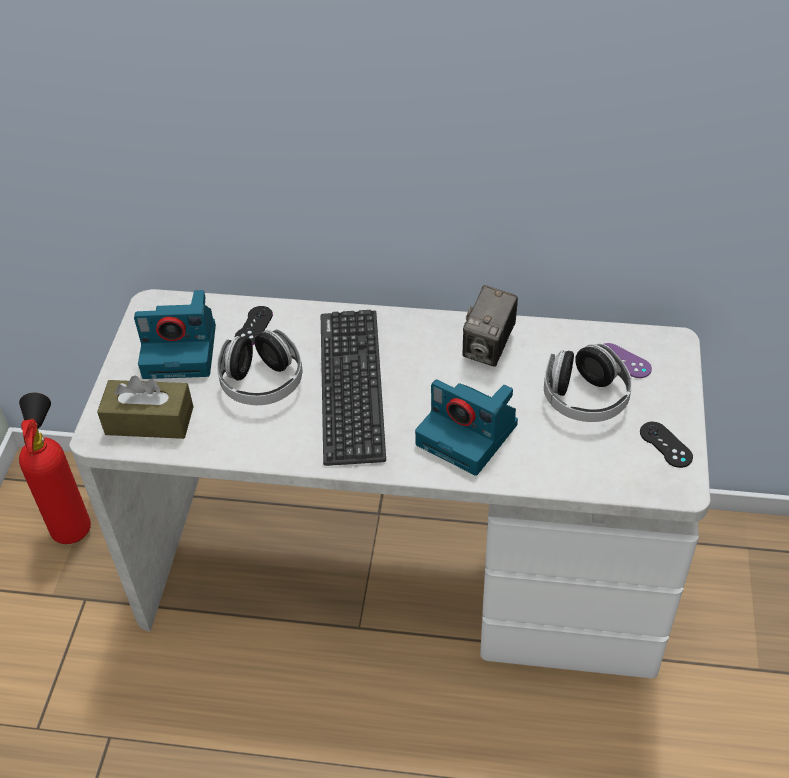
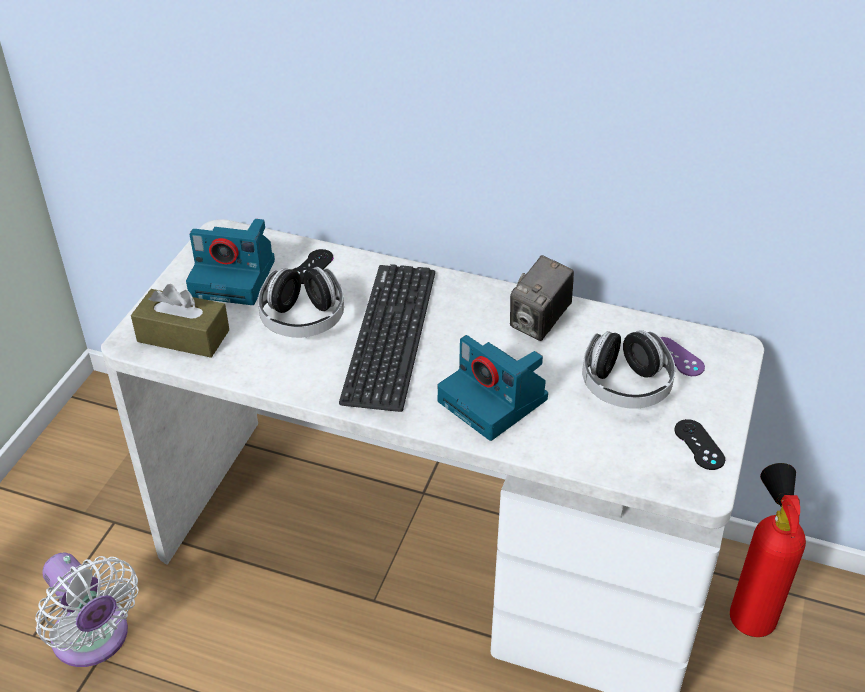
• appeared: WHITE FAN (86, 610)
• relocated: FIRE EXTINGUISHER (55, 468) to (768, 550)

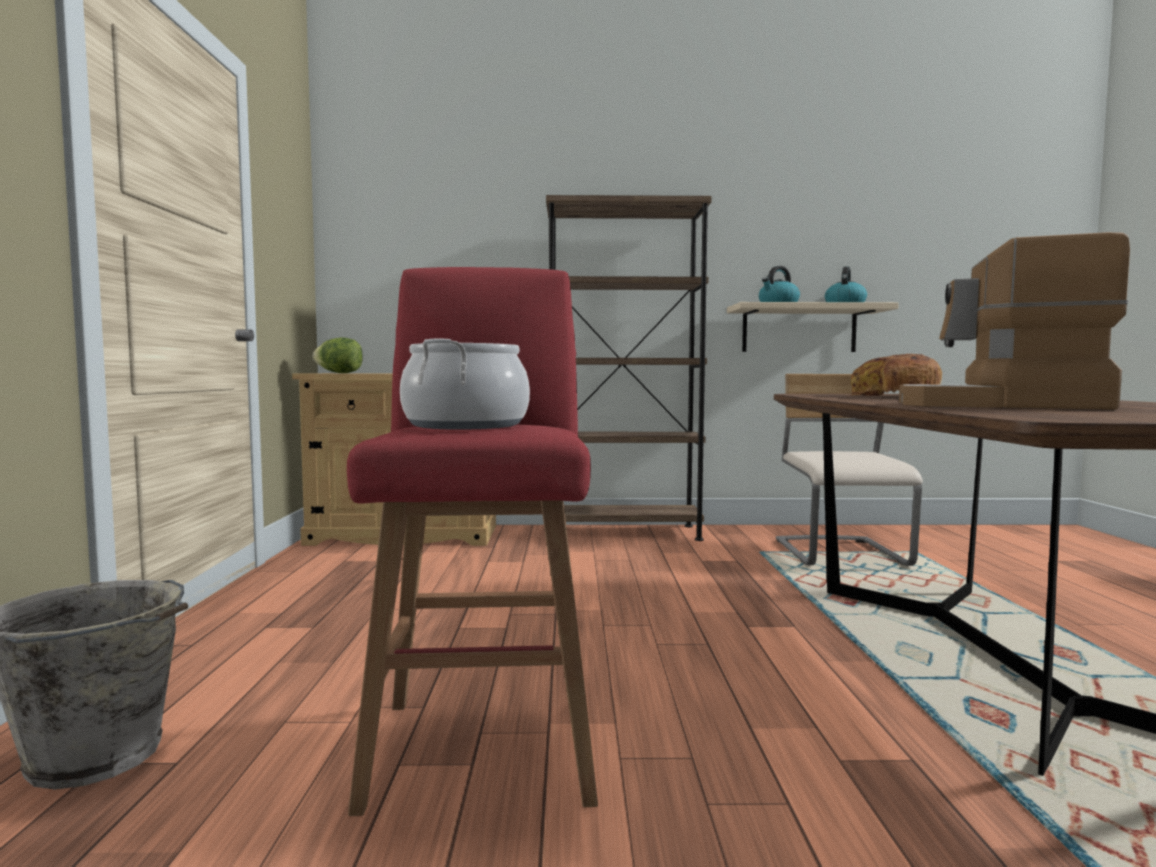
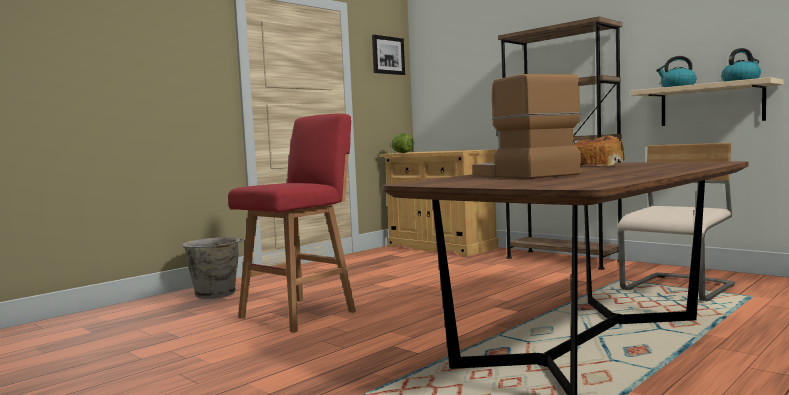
• missing: COOKING POT (465, 384)
• appeared: PICTURE (388, 55)

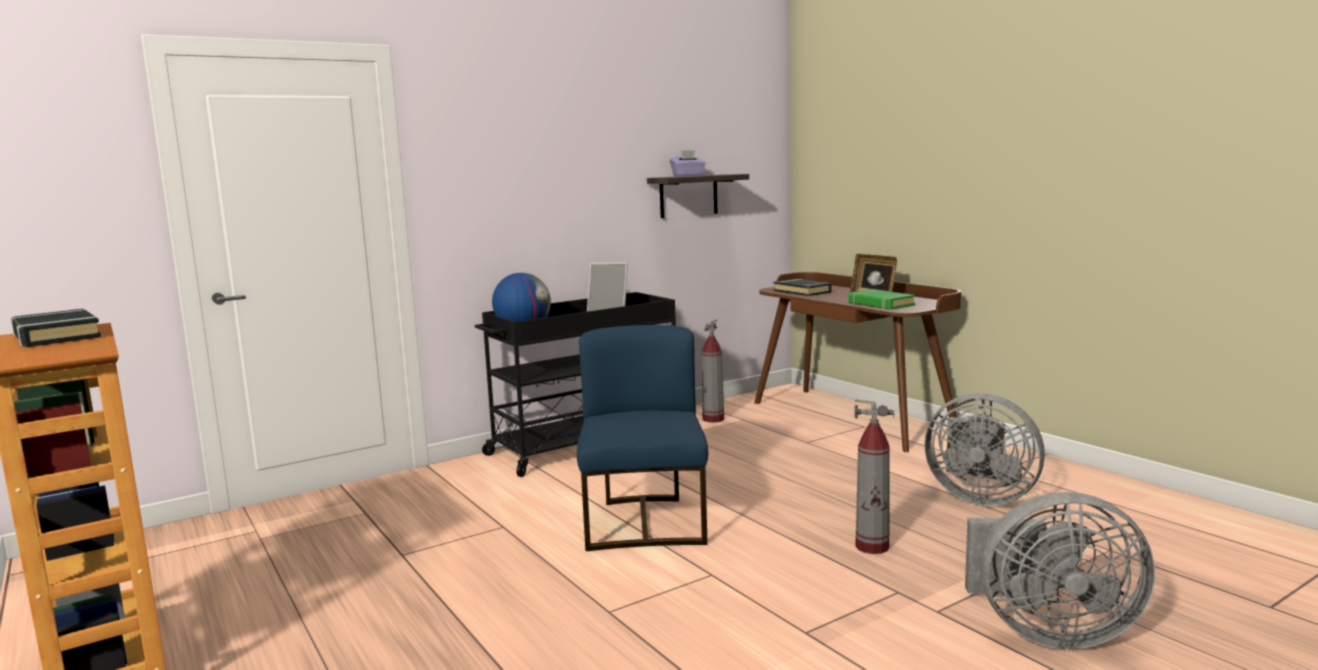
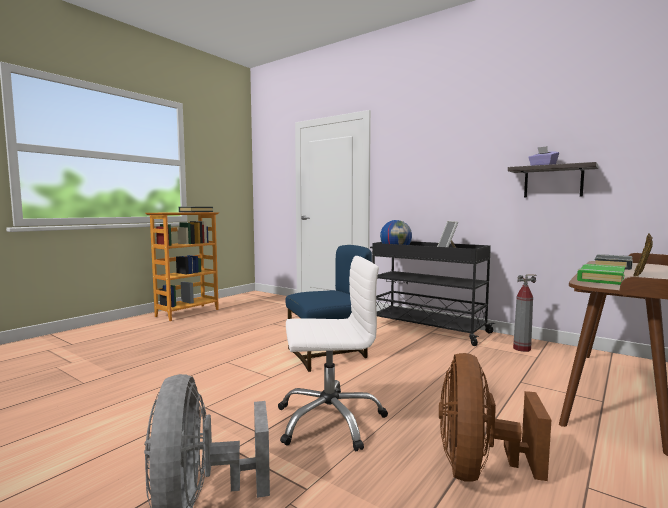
• exchanged: FIRE EXTINGUISHER (875, 476) to WHITE OFFICE CHAIR (333, 353)
• colour: GREY FAN (984, 449) to BROWN FAN (495, 417)

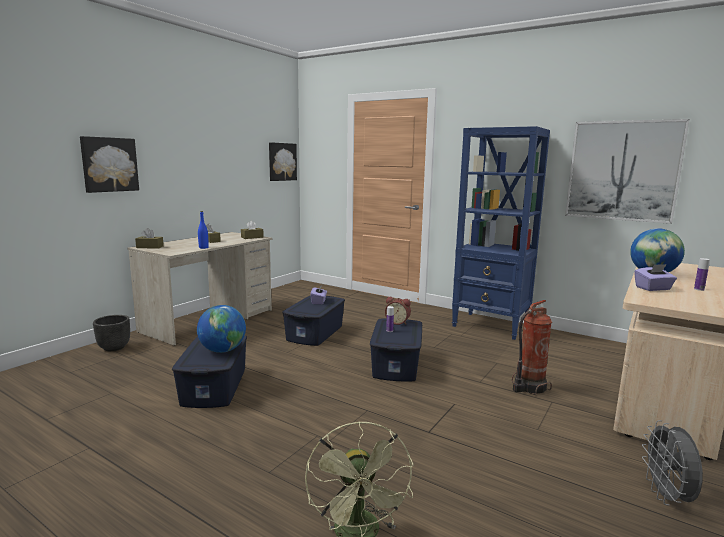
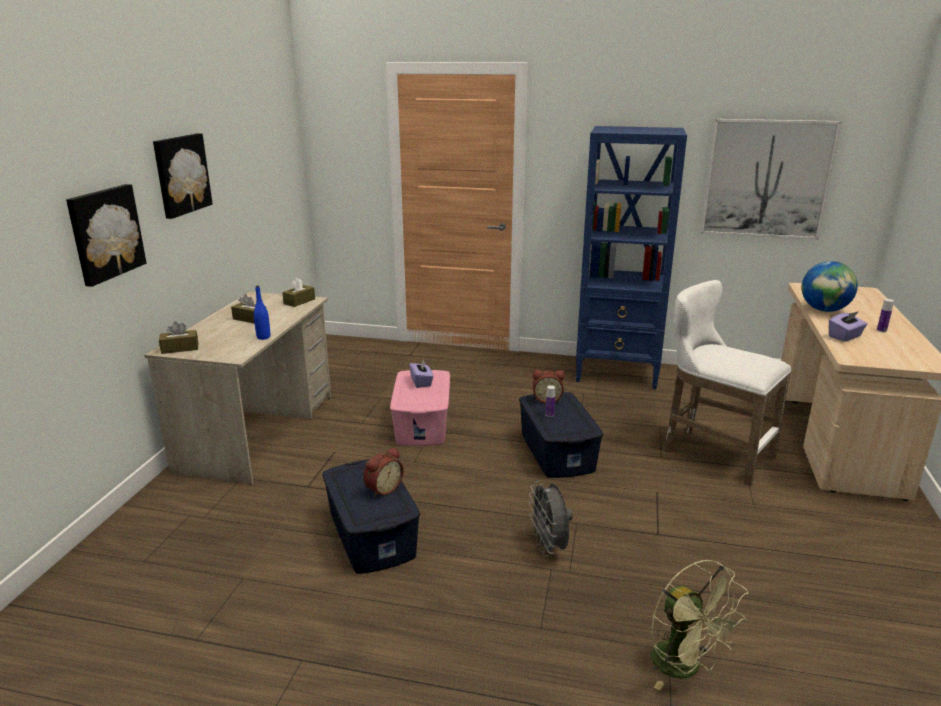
• missing: BLACK PLANTER (111, 333)
• relocated: PICTURE (283, 161) to (183, 176)
• relocated: GREY FAN (672, 462) to (551, 519)
• exchanged: GLOBE (221, 329) to ALARM CLOCK (383, 472)
• exchanged: FIRE EXTINGUISHER (532, 347) to WHITE STOOL (728, 383)
• colour: BLUE STORAGE BOX (313, 321) to PINK STORAGE BOX (420, 408)

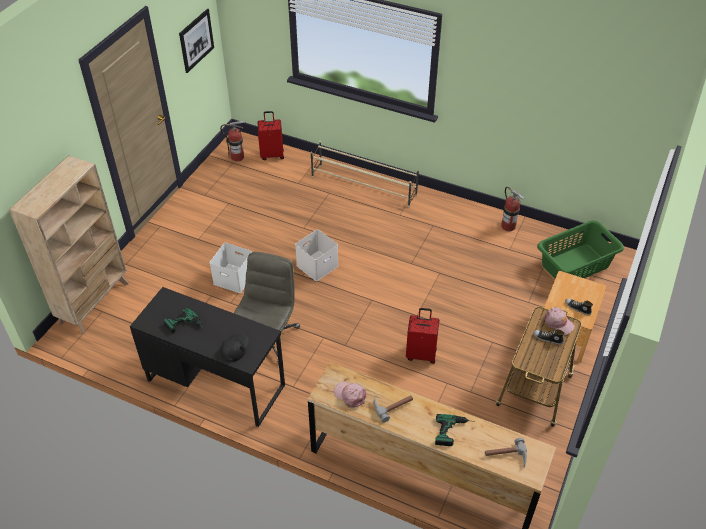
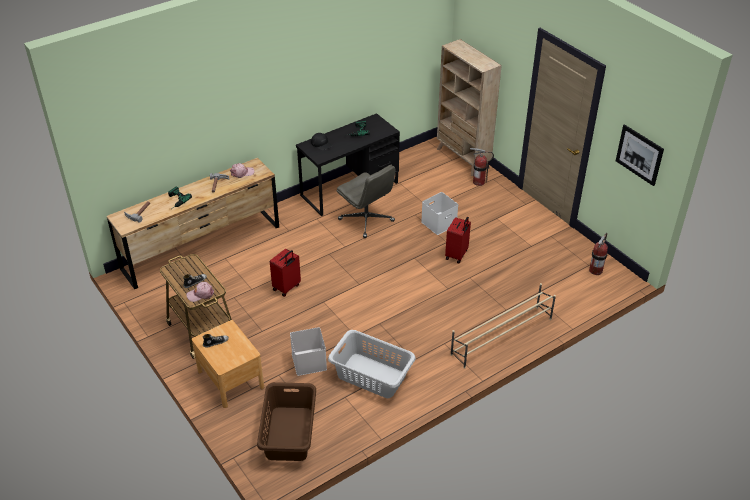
• appeared: GREY LAUNDRY BASKET (372, 364)
• relocated: RED SUITCASE (271, 135) to (458, 240)
• relocated: WHITE STORAGE BOX (316, 255) to (308, 351)
• relocated: FIRE EXTINGUISHER (513, 209) to (482, 167)
• colour: GREEN LAUNDRY BASKET (580, 249) to BROWN LAUNDRY BASKET (286, 421)

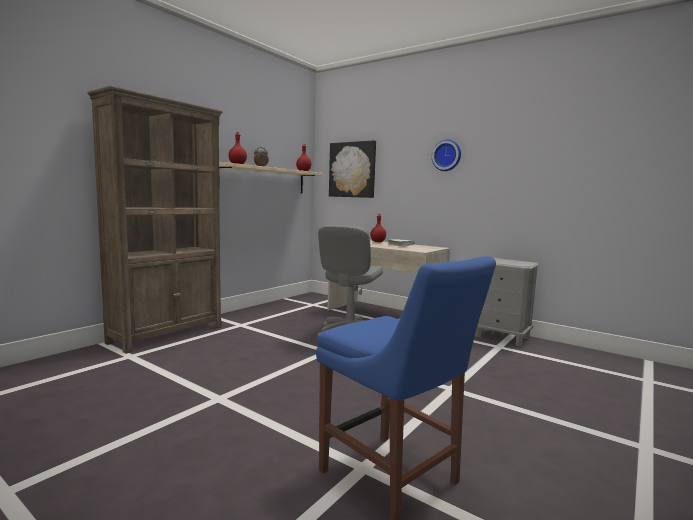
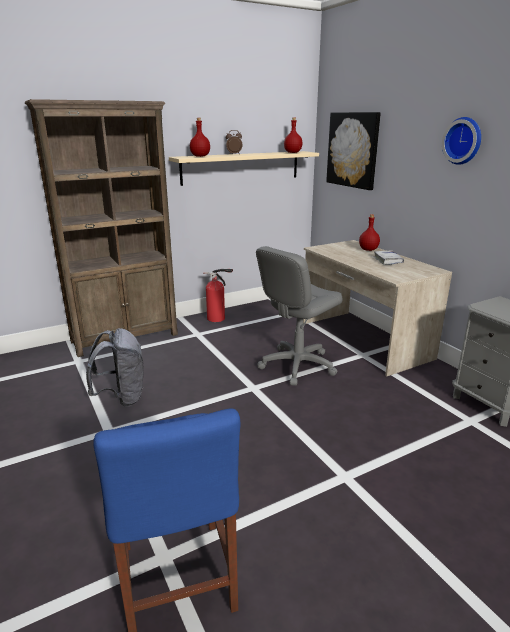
• appeared: GREY BACKPACK (115, 367)
• appeared: FIRE EXTINGUISHER (218, 295)

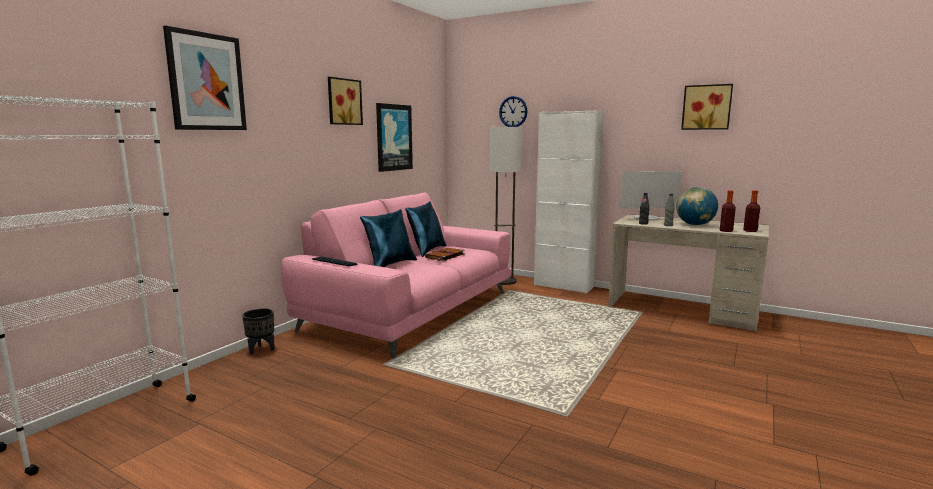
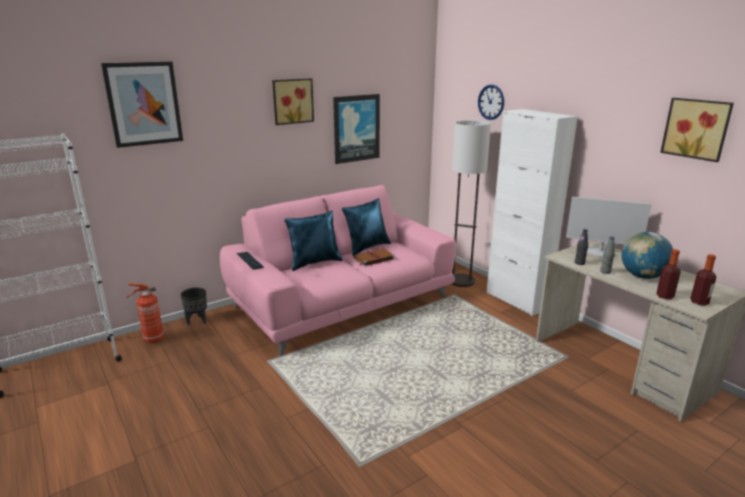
• appeared: FIRE EXTINGUISHER (145, 313)

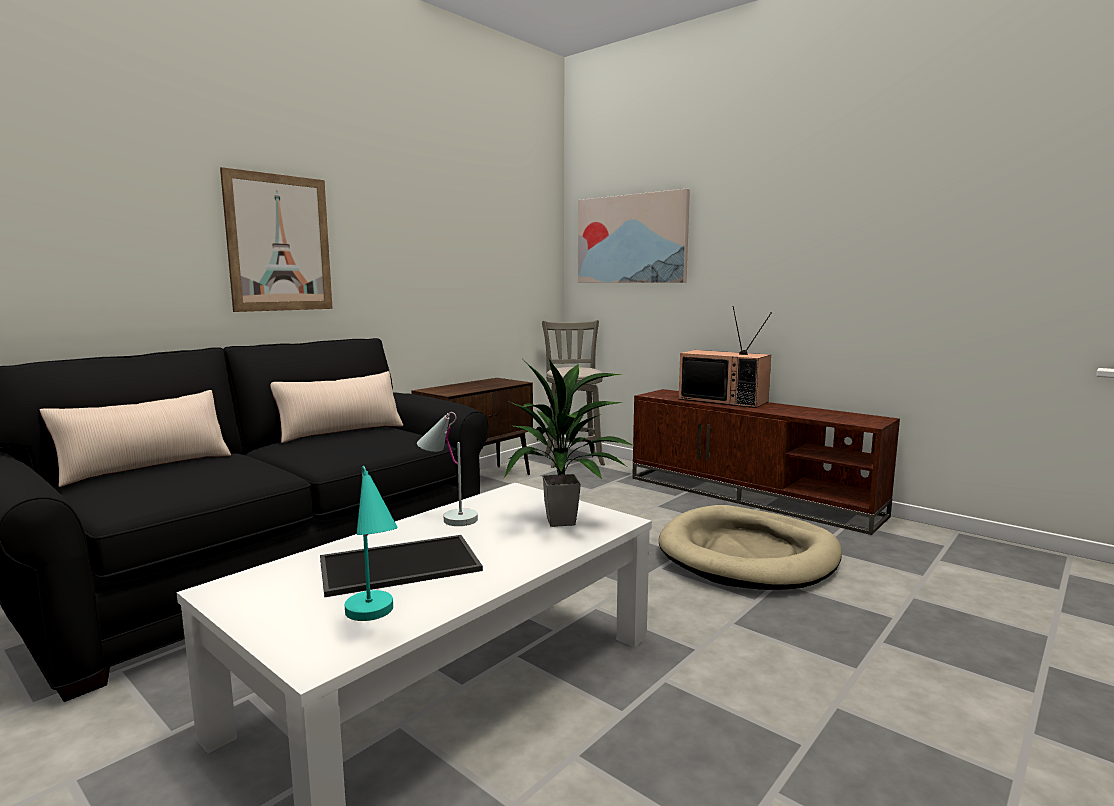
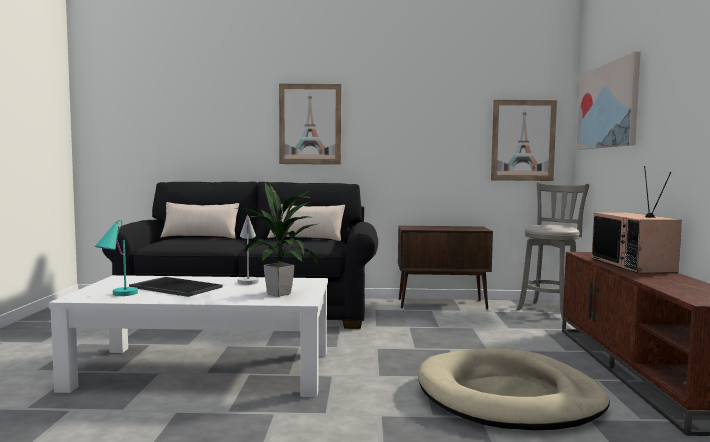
• appeared: PICTURE (524, 140)

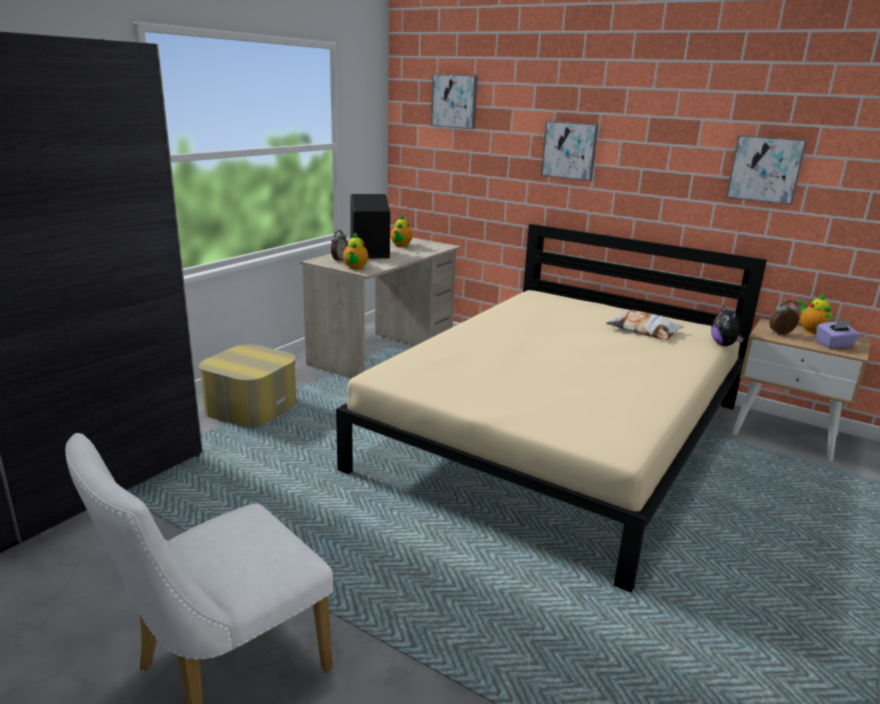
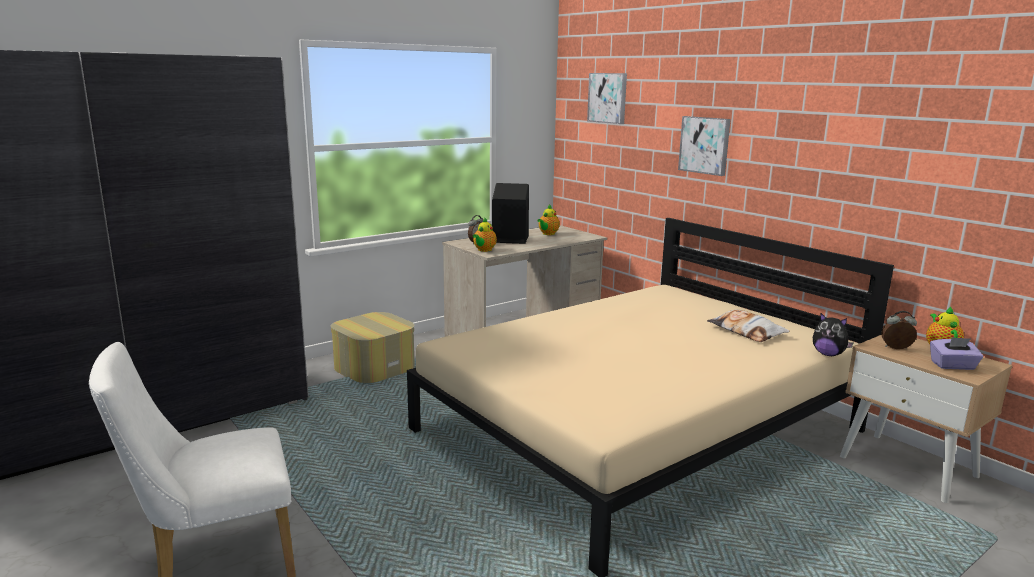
• missing: PICTURE (766, 170)
• spun: PLUSH TOY (727, 326) = (833, 334) 60 degrees counterclockwise

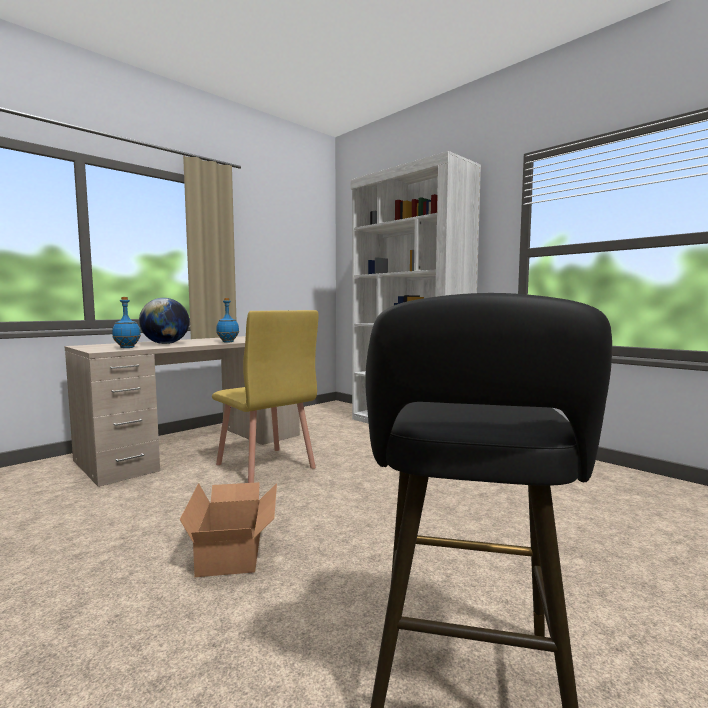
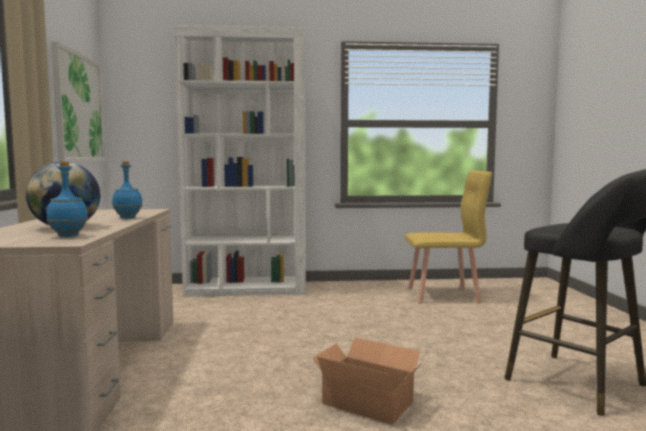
• appeared: PICTURE (78, 101)
• relocated: YELLOW CHAIR (265, 396) to (448, 237)

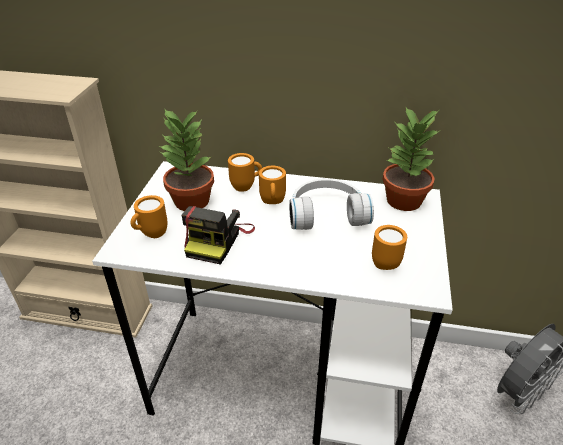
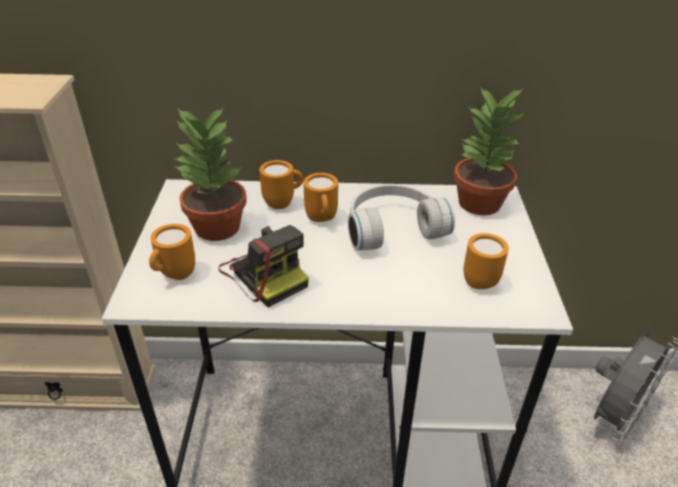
• spun: PHOTO CAMERA (218, 235) = (263, 266) 45 degrees counterclockwise

